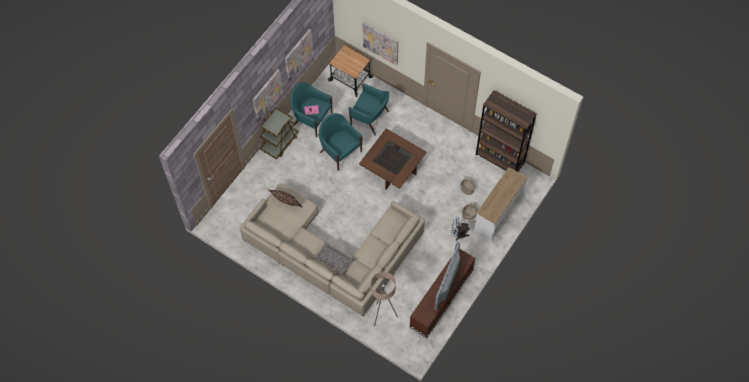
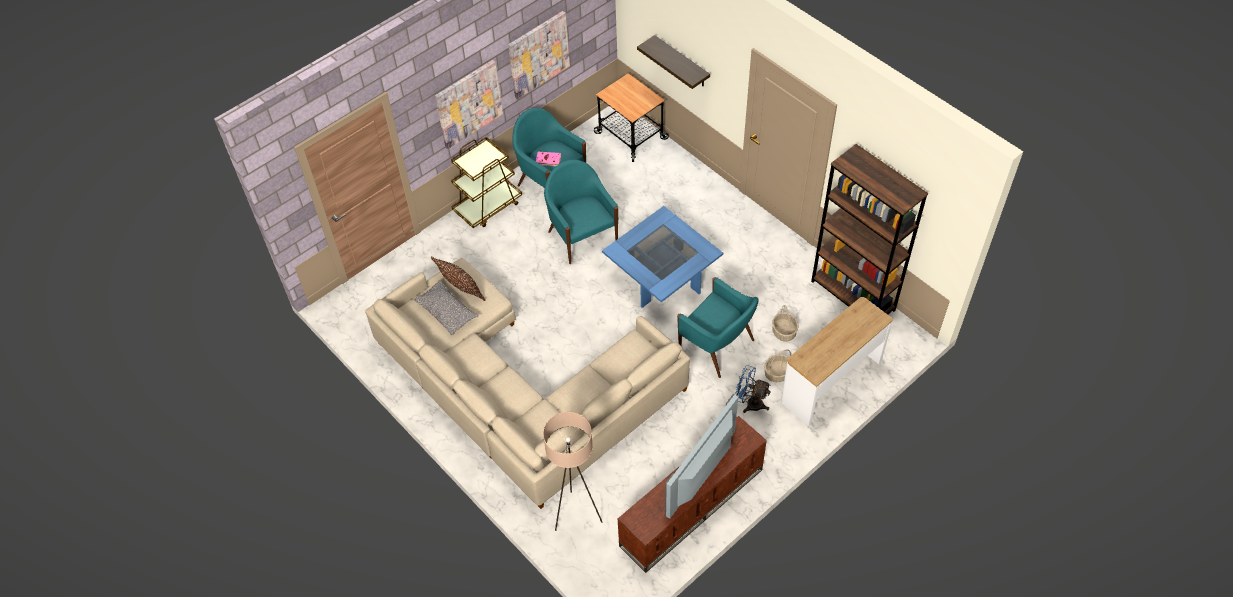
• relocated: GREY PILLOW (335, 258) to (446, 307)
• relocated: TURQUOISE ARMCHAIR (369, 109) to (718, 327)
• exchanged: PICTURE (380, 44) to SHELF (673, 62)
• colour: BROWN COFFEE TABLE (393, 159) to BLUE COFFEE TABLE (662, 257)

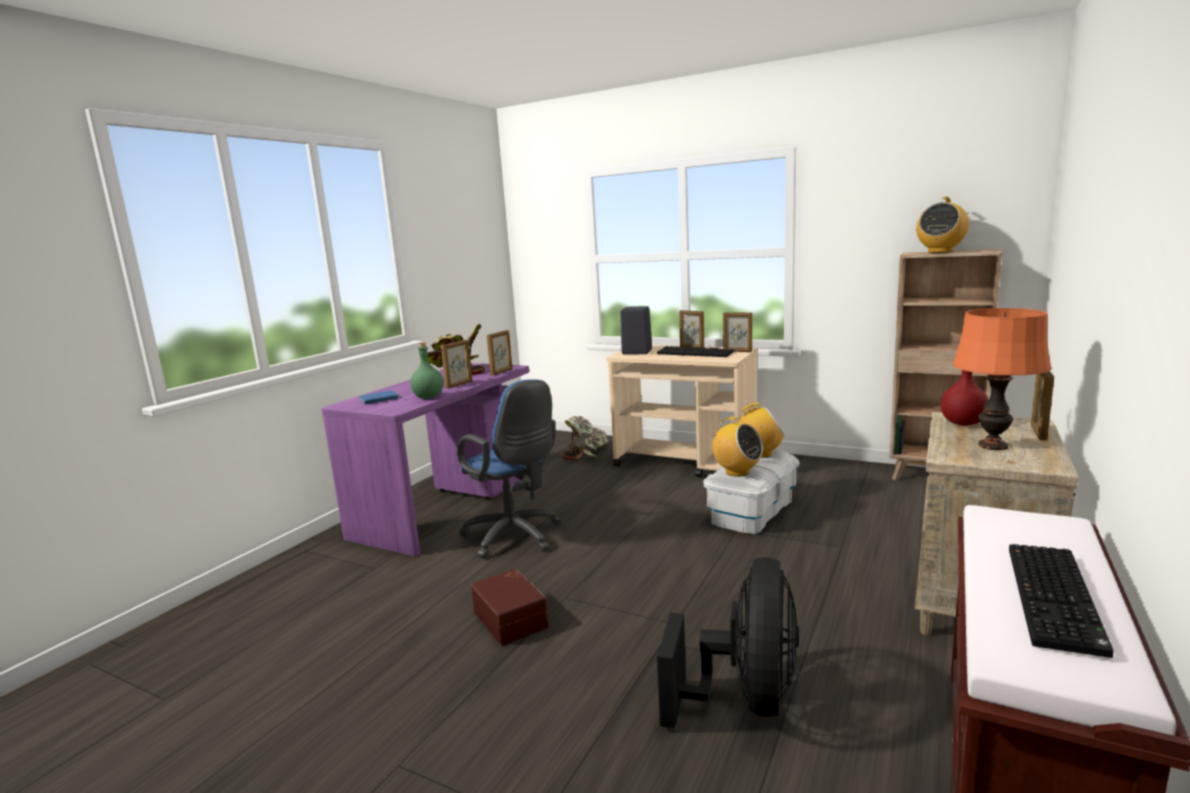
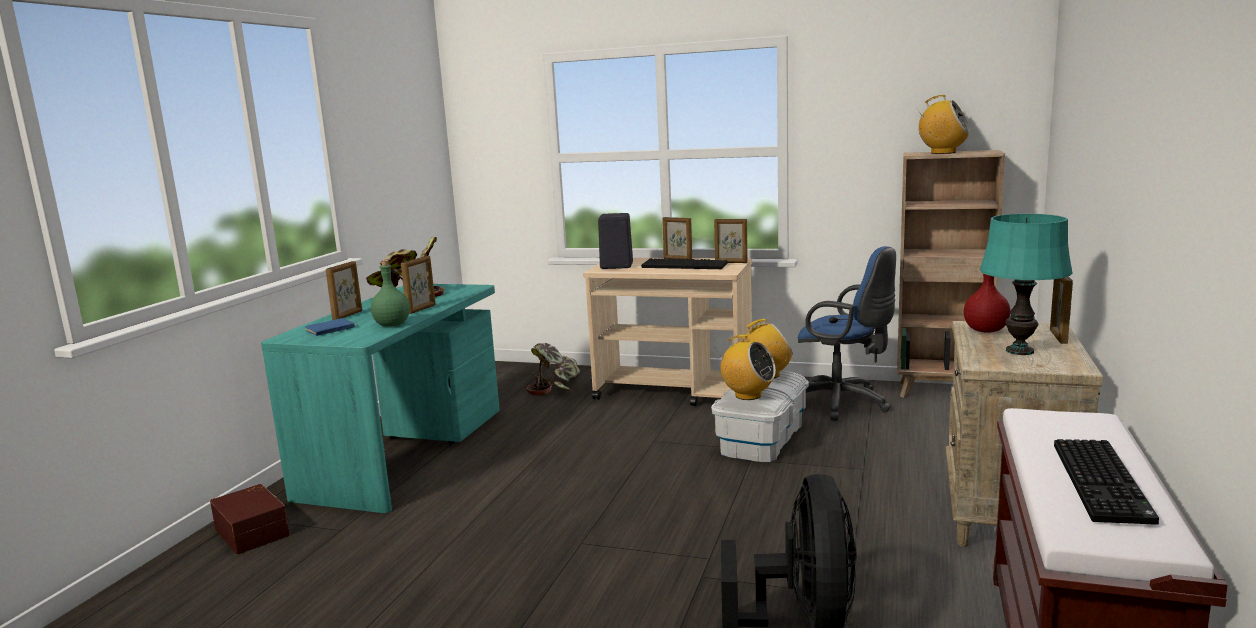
• relocated: BLUE OFFICE CHAIR (509, 469) to (847, 333)
• relocated: BROWN STORAGE BOX (510, 607) to (250, 519)
• relocated: PICTURE FRAME (500, 353) to (344, 290)
• colour: PURPLE DESK (425, 459) to TURQUOISE DESK (380, 398)
• colour: ORANGE TABLE LAMP (1002, 379) to TURQUOISE TABLE LAMP (1026, 284)
• spun: RADIO (942, 225) = (943, 124) 90 degrees counterclockwise

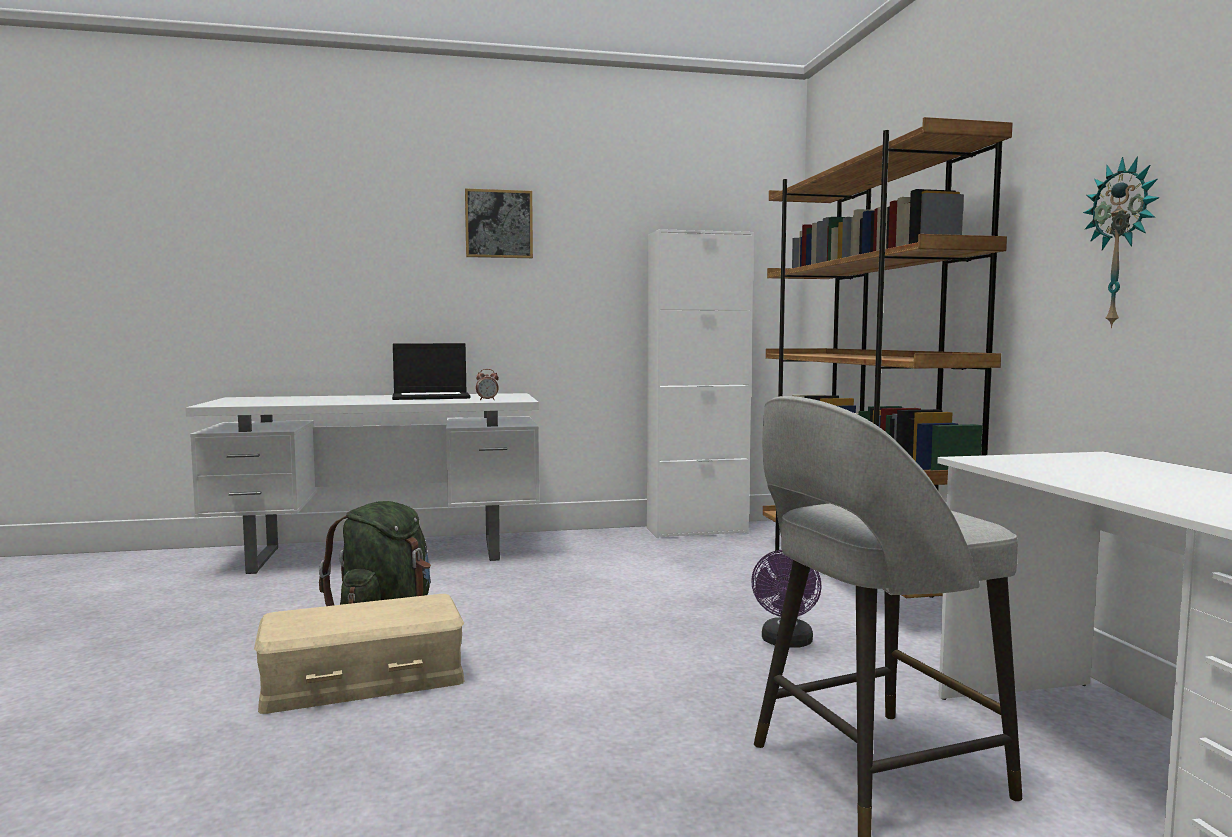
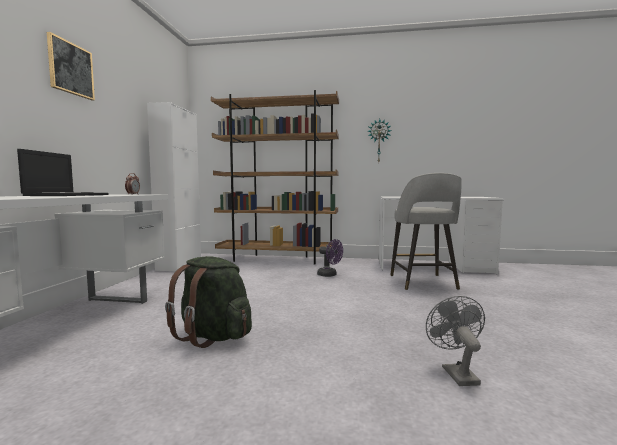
• missing: BEIGE STORAGE BOX (359, 654)
• appeared: GREY FAN (455, 341)

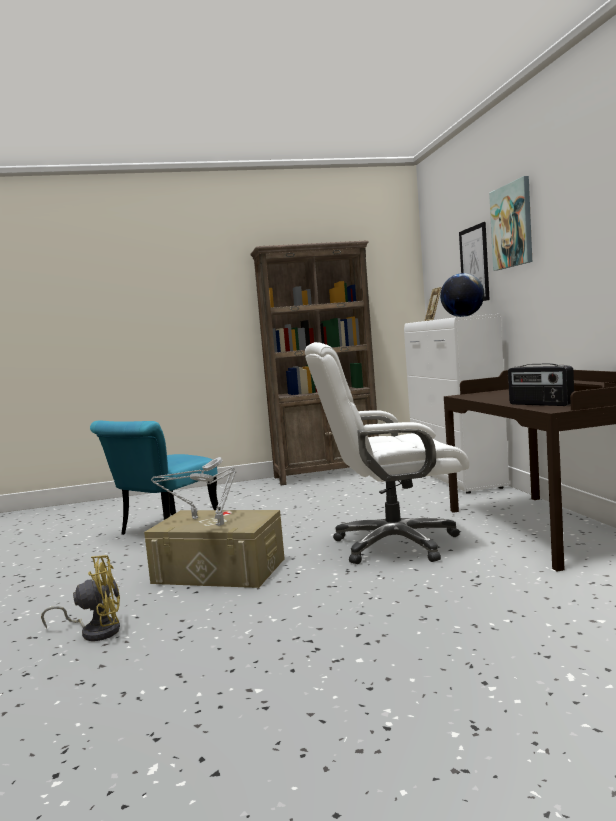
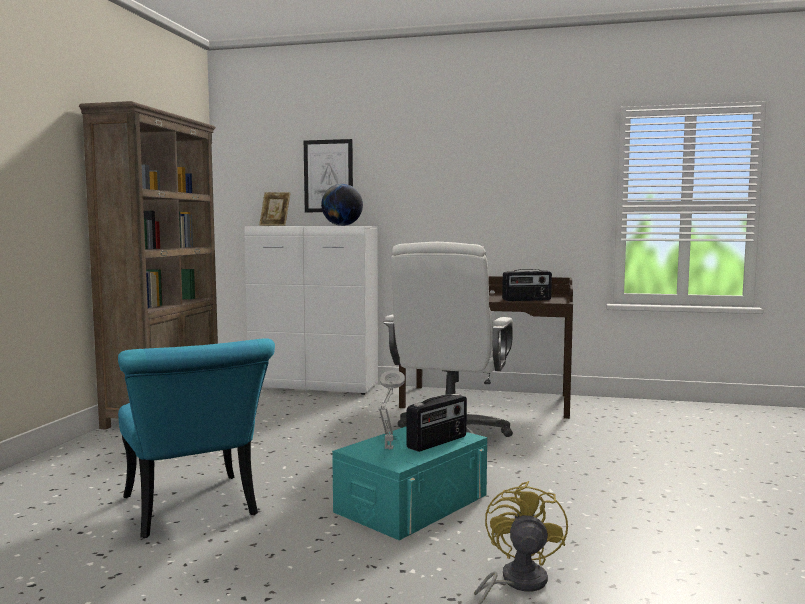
• missing: PICTURE (510, 223)
• exchanged: GREY TABLE LAMP (213, 496) to RADIO (437, 423)
• colour: BEIGE STORAGE BOX (214, 549) to TURQUOISE STORAGE BOX (409, 483)

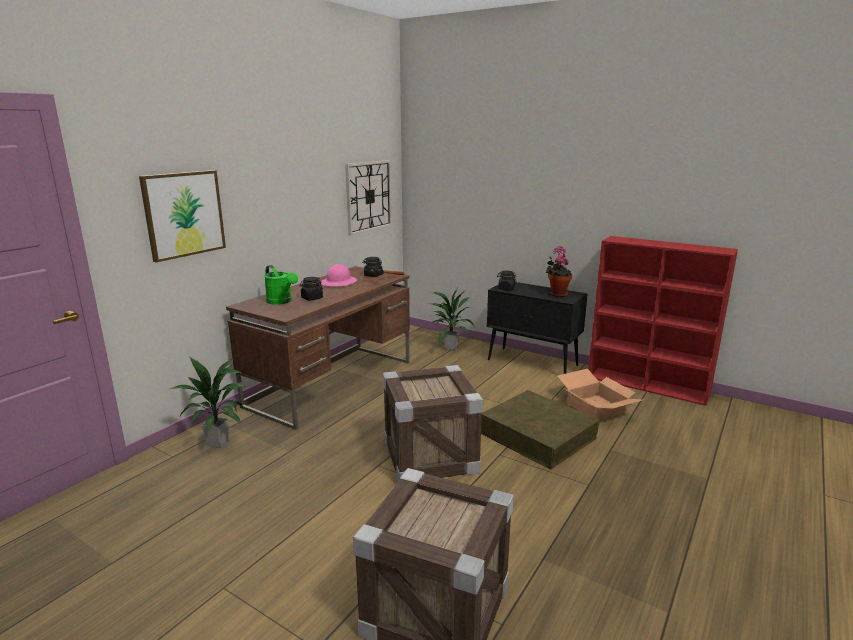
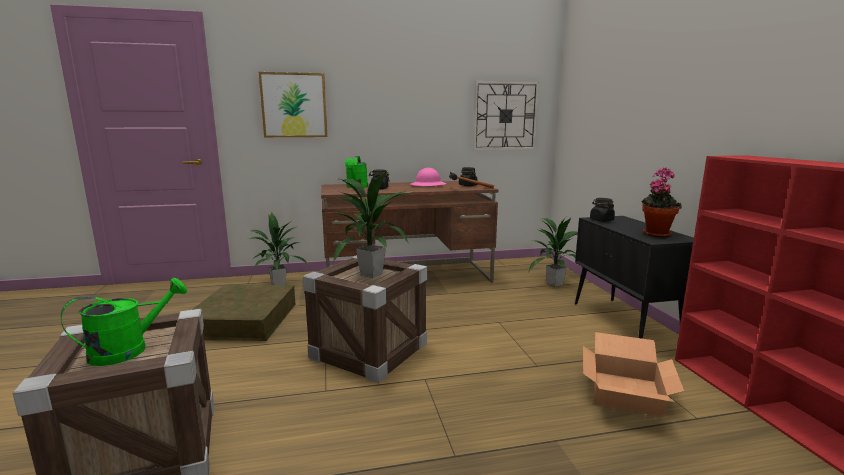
• appeared: GREEN WATERING CAN (124, 322)
• appeared: POTTED PLANT (371, 225)
• relocated: BROWN STORAGE BOX (540, 430) to (243, 312)

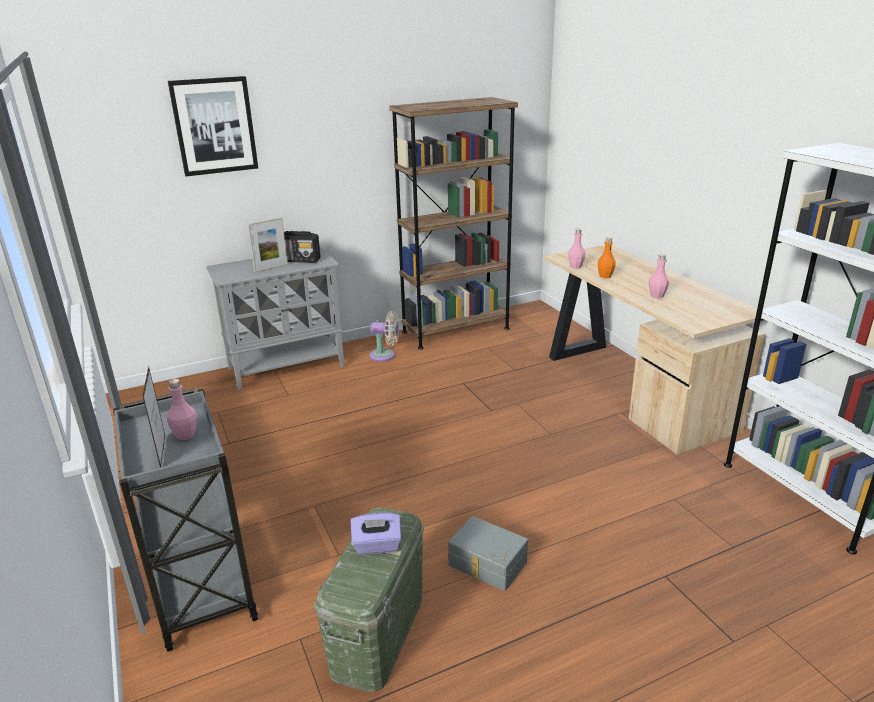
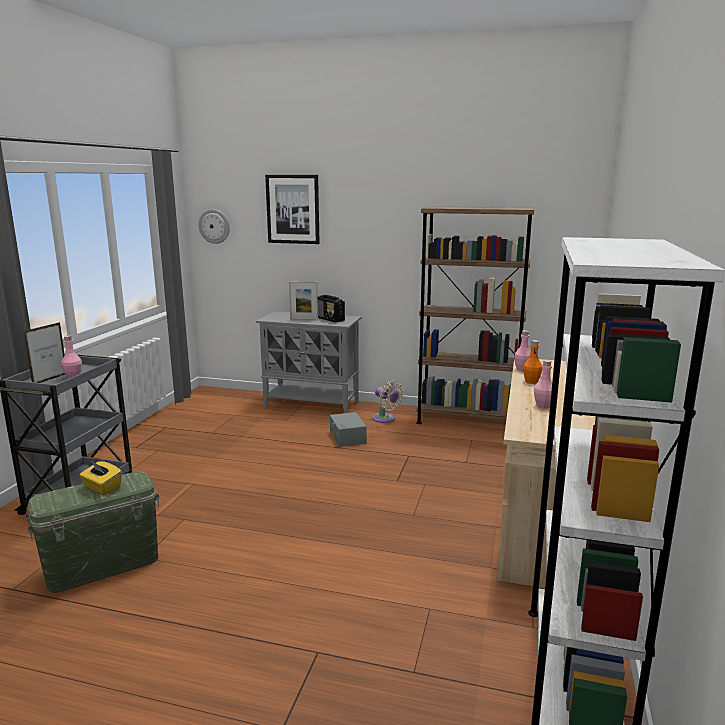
• appeared: WALL CLOCK (214, 226)
• relocated: GREY STORAGE BOX (488, 553) to (348, 429)
• colour: PURPLE TISSUE BOX (376, 534) to YELLOW TISSUE BOX (100, 478)

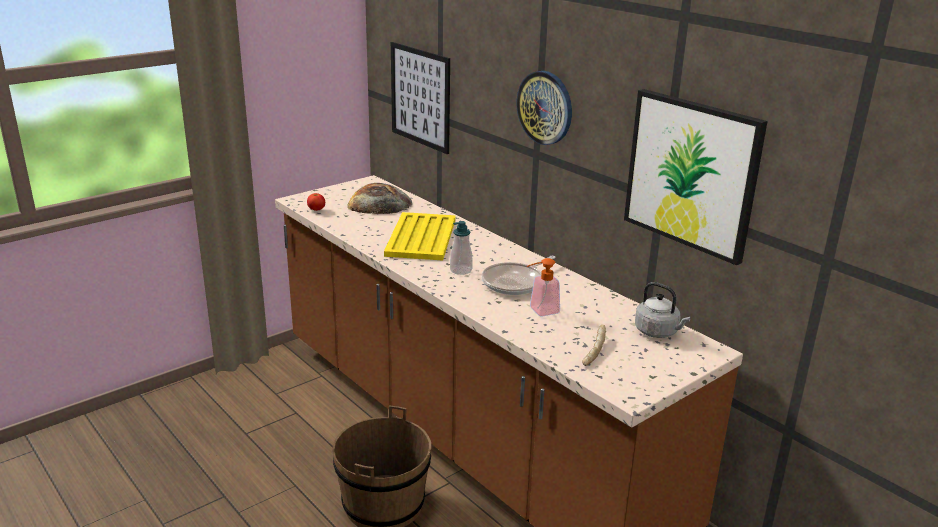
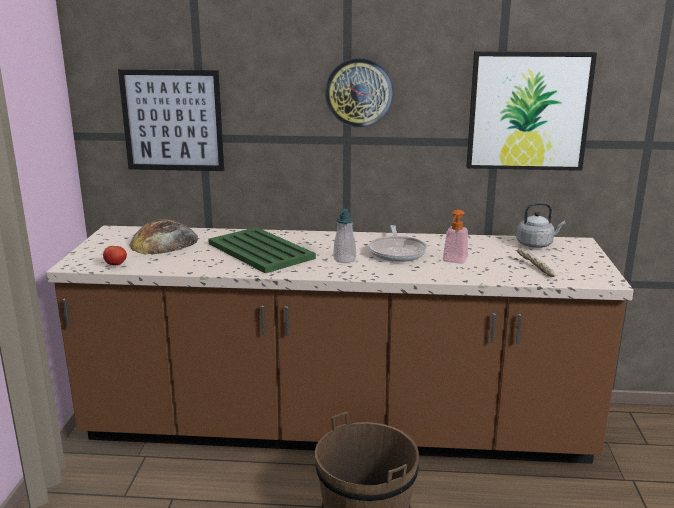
• colour: YELLOW TRAY (420, 236) to GREEN TRAY (262, 250)

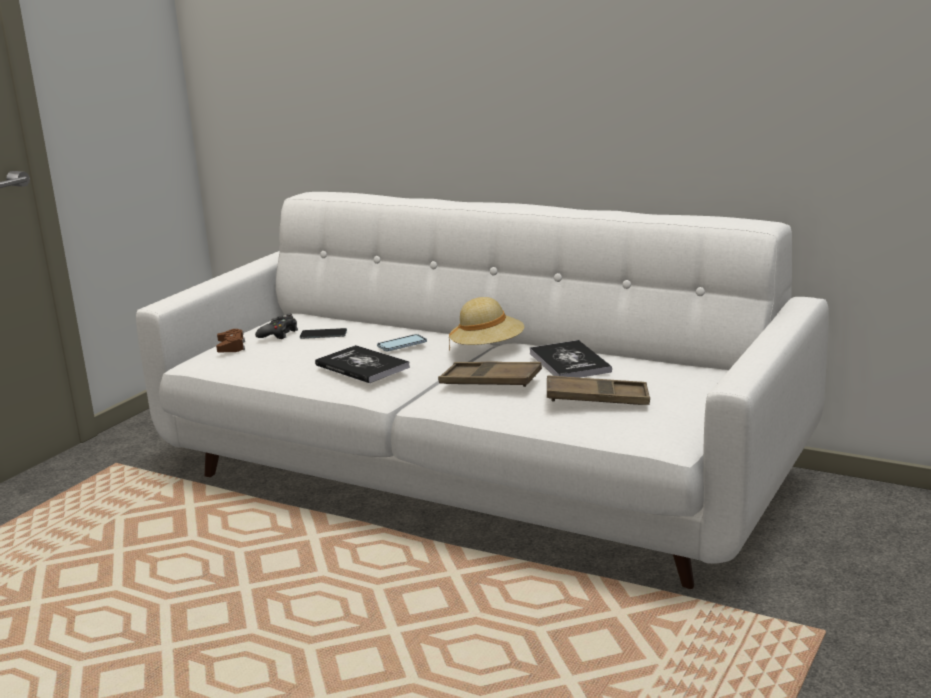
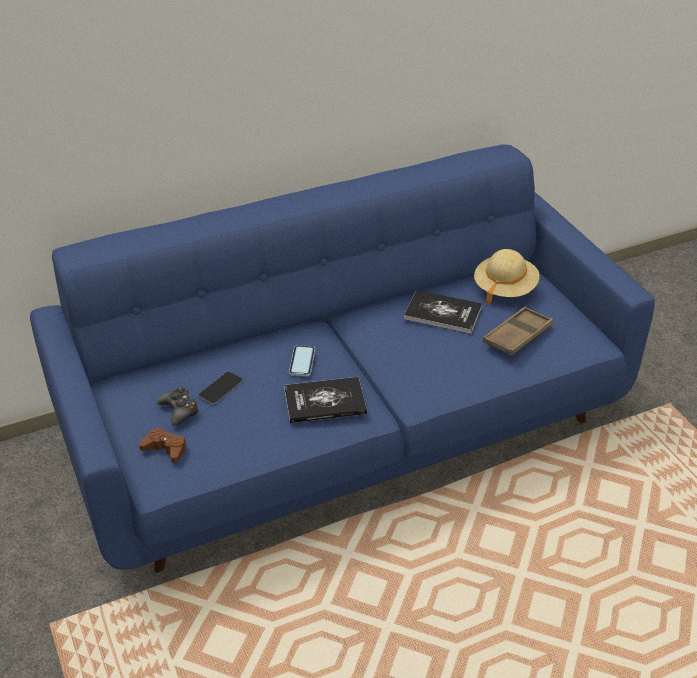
• missing: BROWN TRAY (490, 374)
• relocated: BEIGE HAT (486, 324) to (507, 277)
• colour: WHITE SOFA (482, 390) to BLUE SOFA (342, 358)

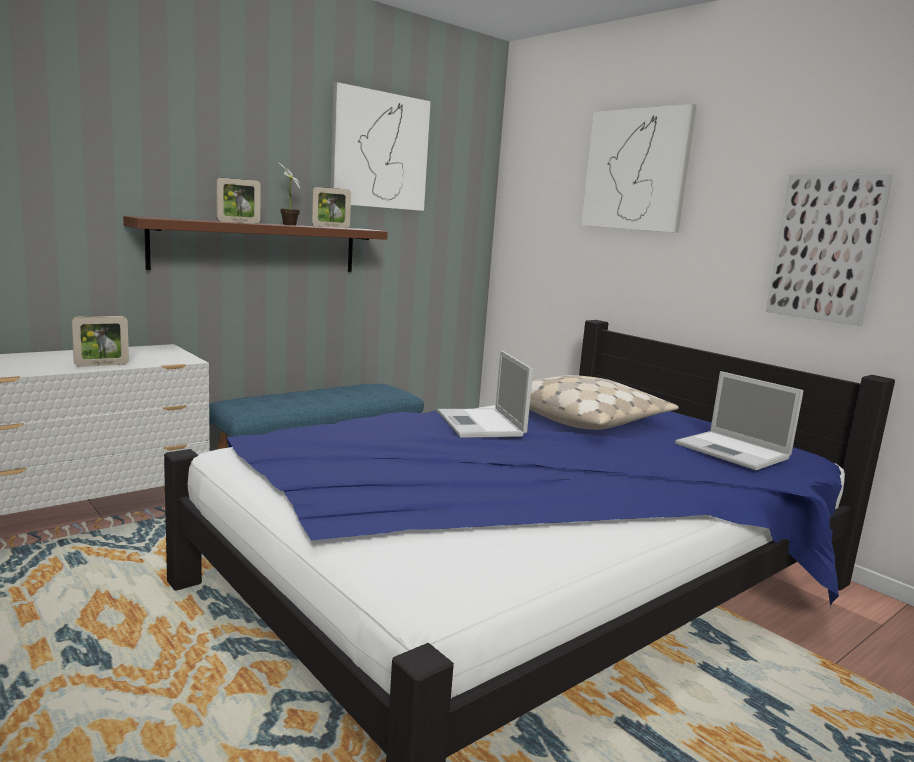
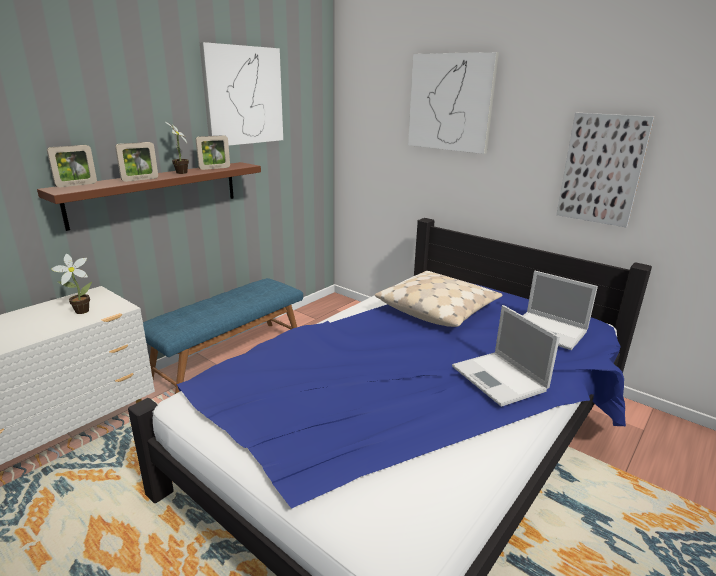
• appeared: POTTED PLANT (71, 284)
• relocated: PICTURE FRAME (100, 341) to (72, 166)
• relocated: LAPTOP (485, 394) to (506, 356)

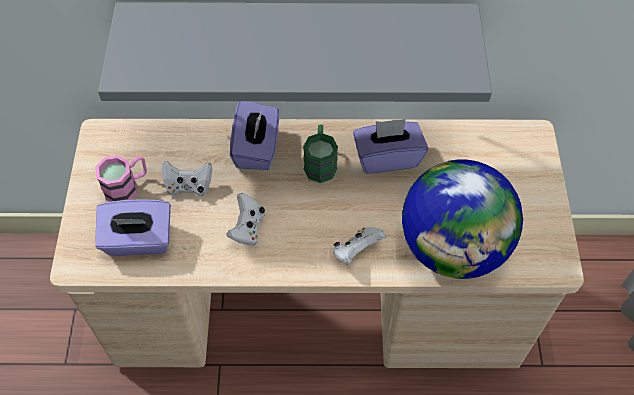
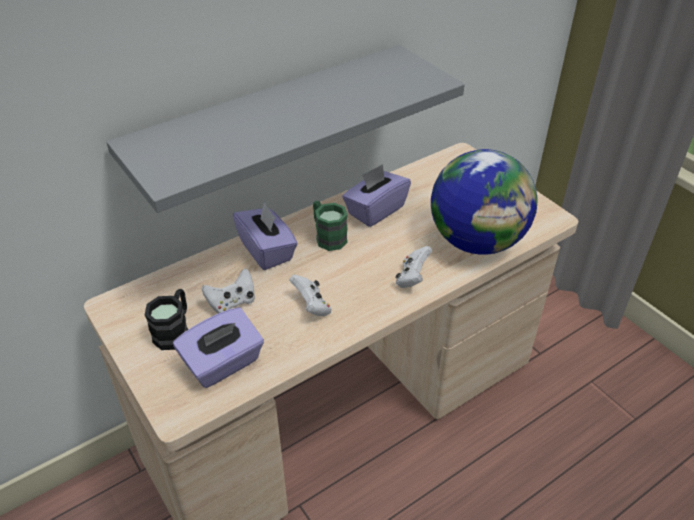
• colour: PINK MUG (121, 178) to BLACK MUG (166, 319)

